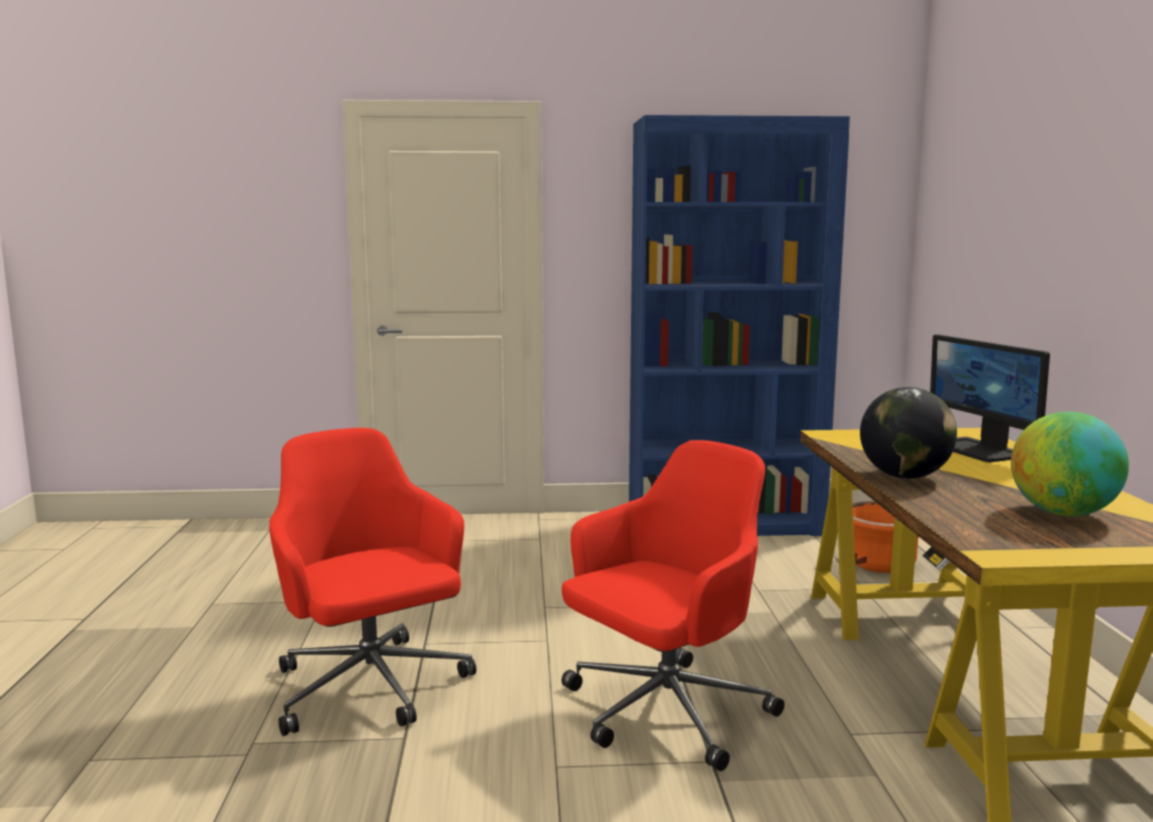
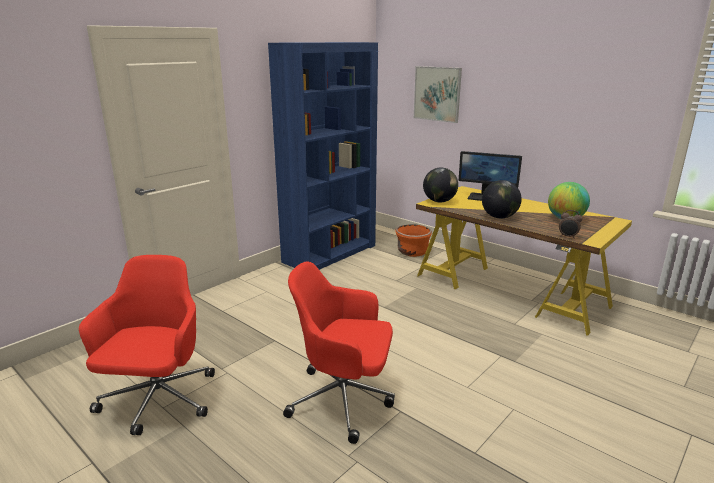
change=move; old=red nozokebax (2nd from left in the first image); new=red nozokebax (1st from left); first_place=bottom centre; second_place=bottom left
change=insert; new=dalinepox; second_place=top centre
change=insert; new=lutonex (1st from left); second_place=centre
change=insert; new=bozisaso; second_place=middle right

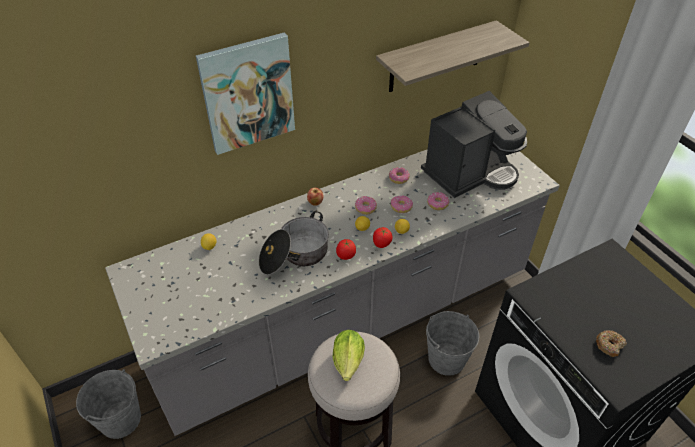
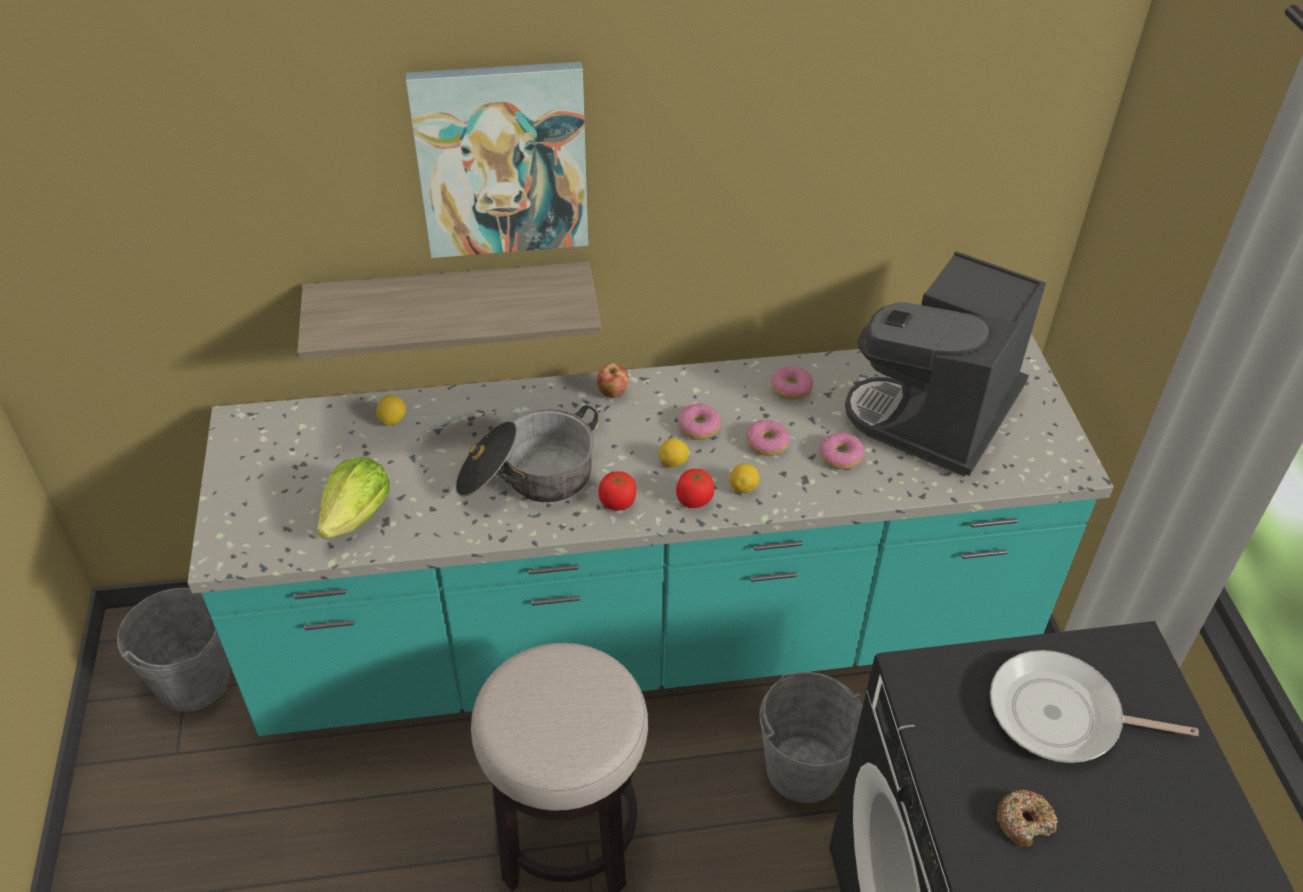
change=recolor; old=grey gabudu; new=turquoise gabudu; first_place=centre; second_place=centre
change=move; old=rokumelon; first_place=top centre; second_place=centre
change=move; old=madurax; first_place=bottom centre; second_place=middle left
change=rotate; old=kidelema; first_place=top right; second_place=middle right; degrees=135
change=insert; new=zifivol; second_place=bottom right

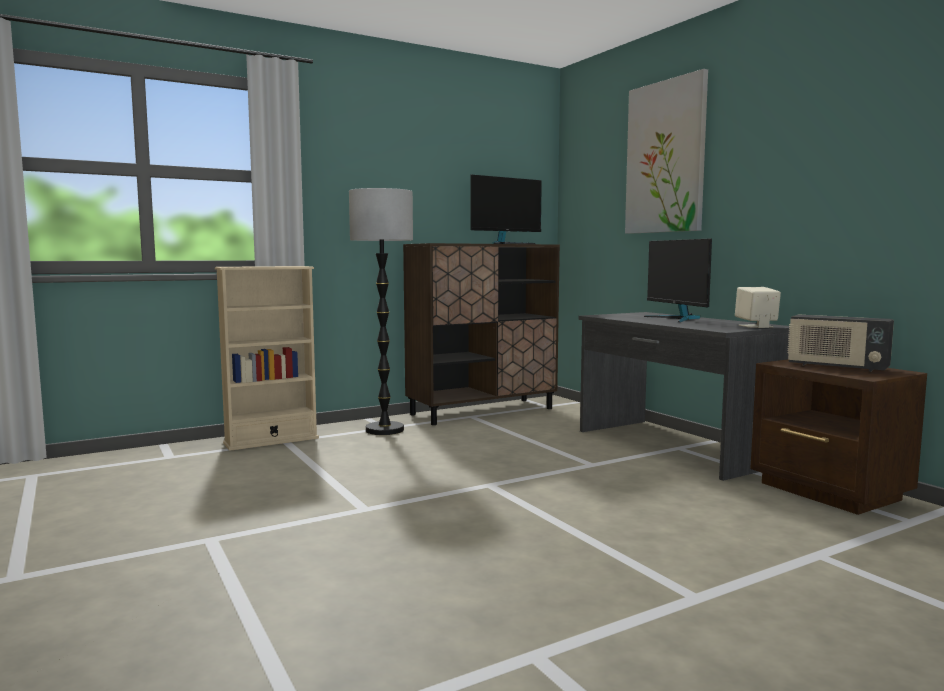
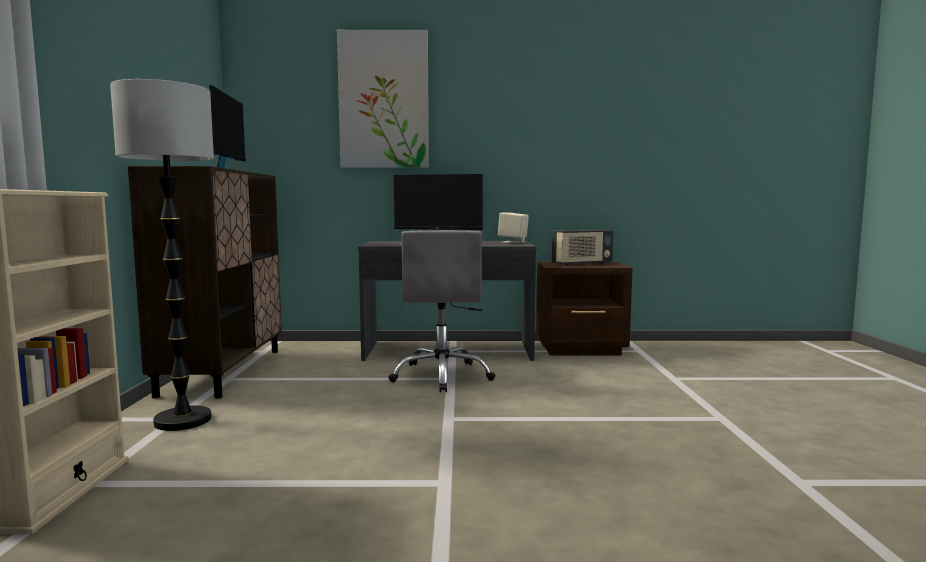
change=insert; new=grey nozokebax; second_place=centre

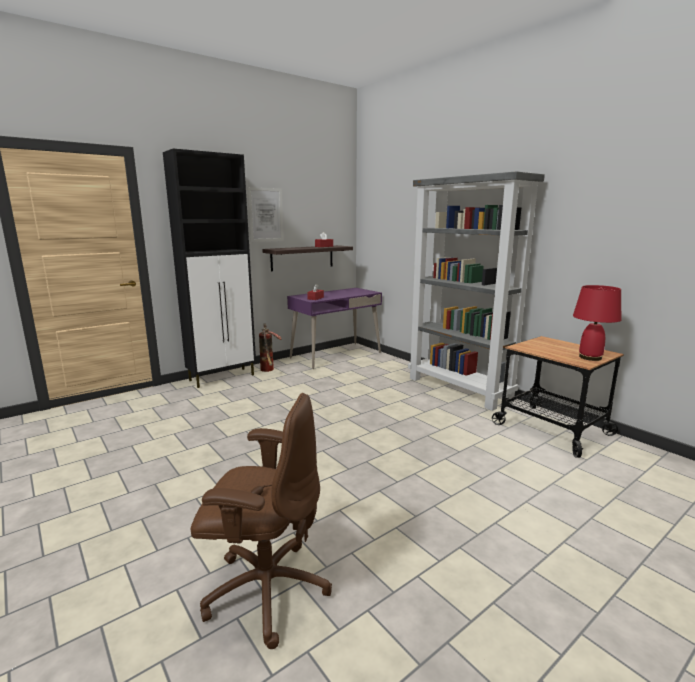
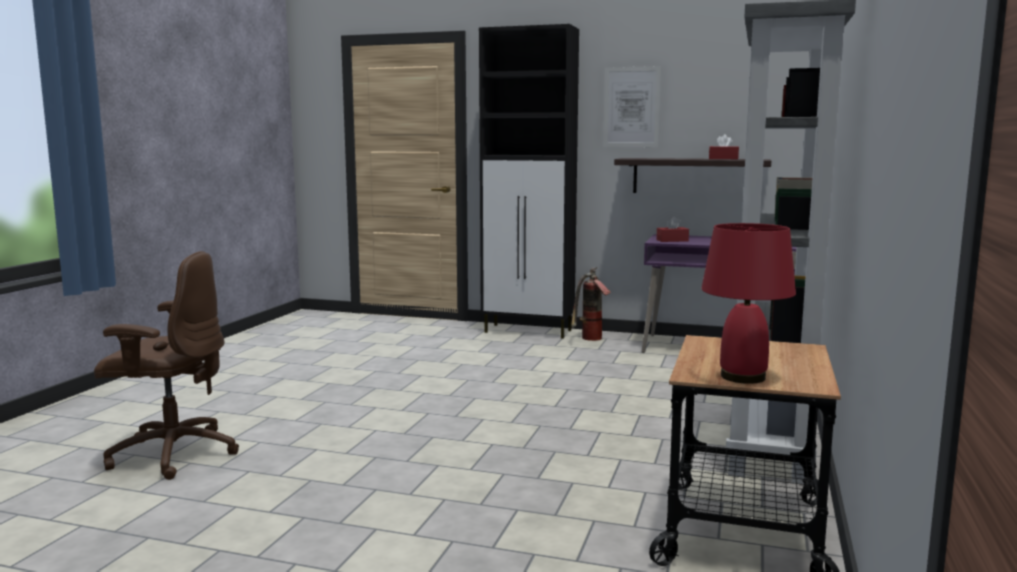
change=rotate; old=brown nozokebax; first_place=bottom centre; second_place=middle left; degrees=-60

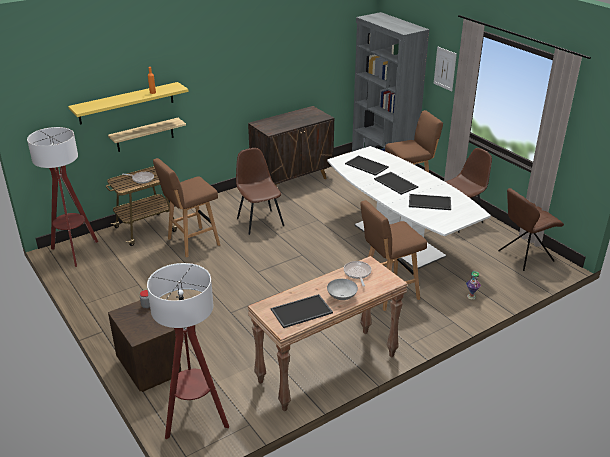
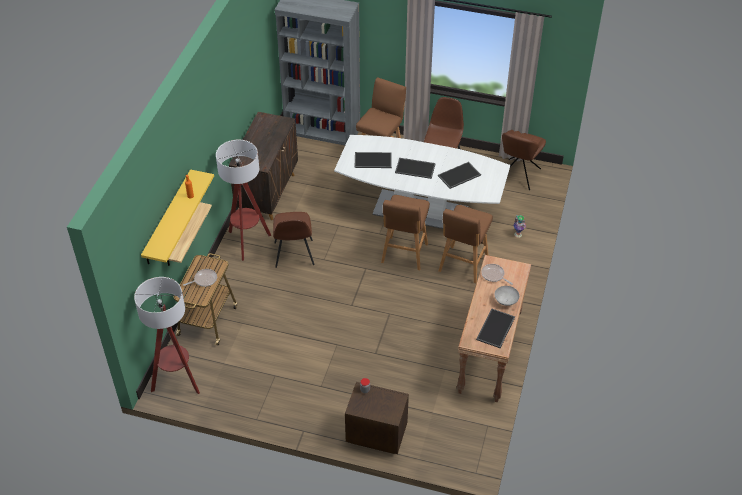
change=move; old=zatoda (2nd from left); first_place=bottom left; second_place=middle left
change=rotate; old=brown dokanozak (1st from left); first_place=centre; second_place=centre; degrees=-120
change=move; old=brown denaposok (1st from left in the first image); new=brown denaposok (2nd from left); first_place=middle left; second_place=centre
change=delete; old=dalinepox; first_place=top right

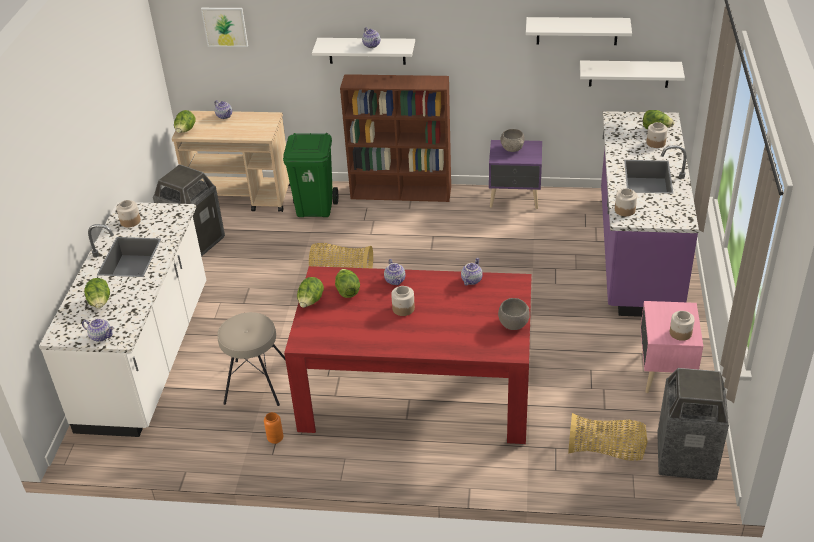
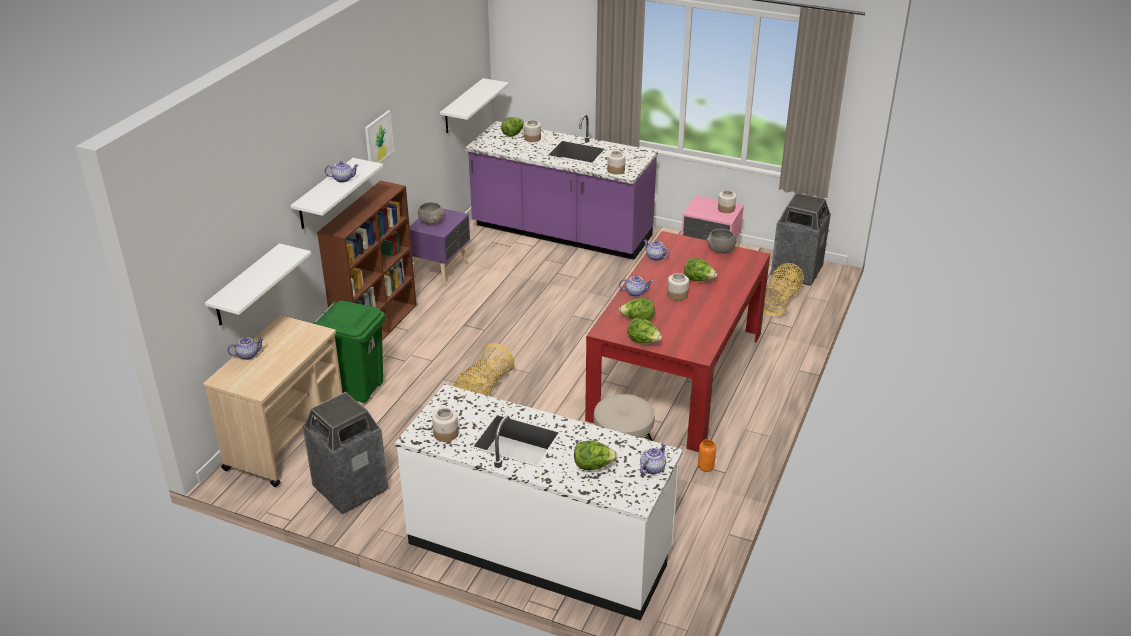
change=move; old=white rokumelon (2nd from left in the first image); new=white rokumelon (1st from left); first_place=top right; second_place=middle left
change=move; old=dalinepox; first_place=top left; second_place=top centre
change=move; old=madurax (2nd from left in the first image); new=madurax (5th from left); first_place=top left; second_place=centre

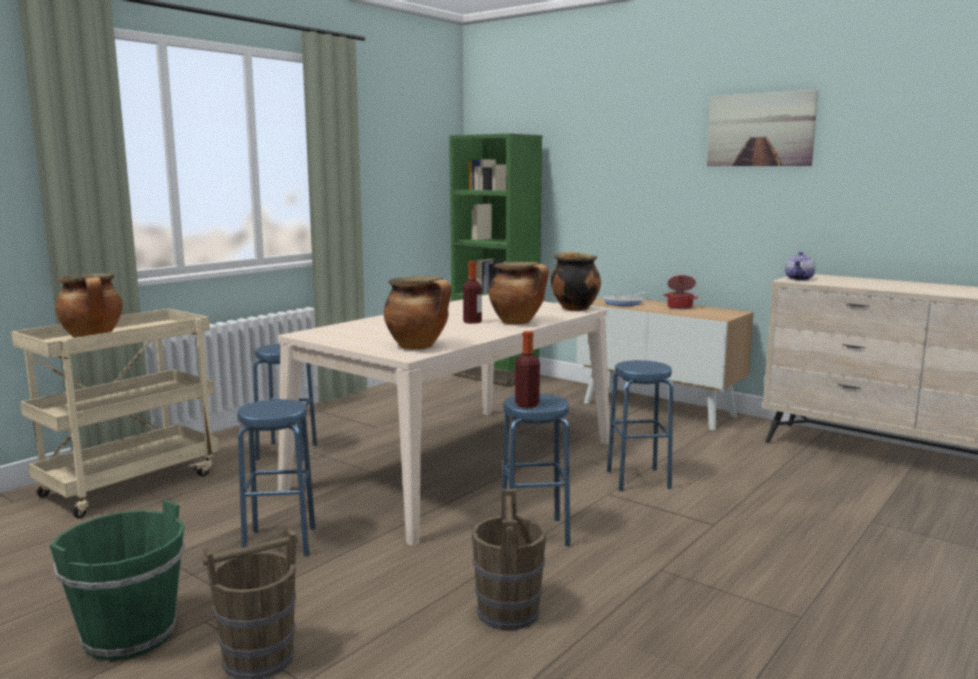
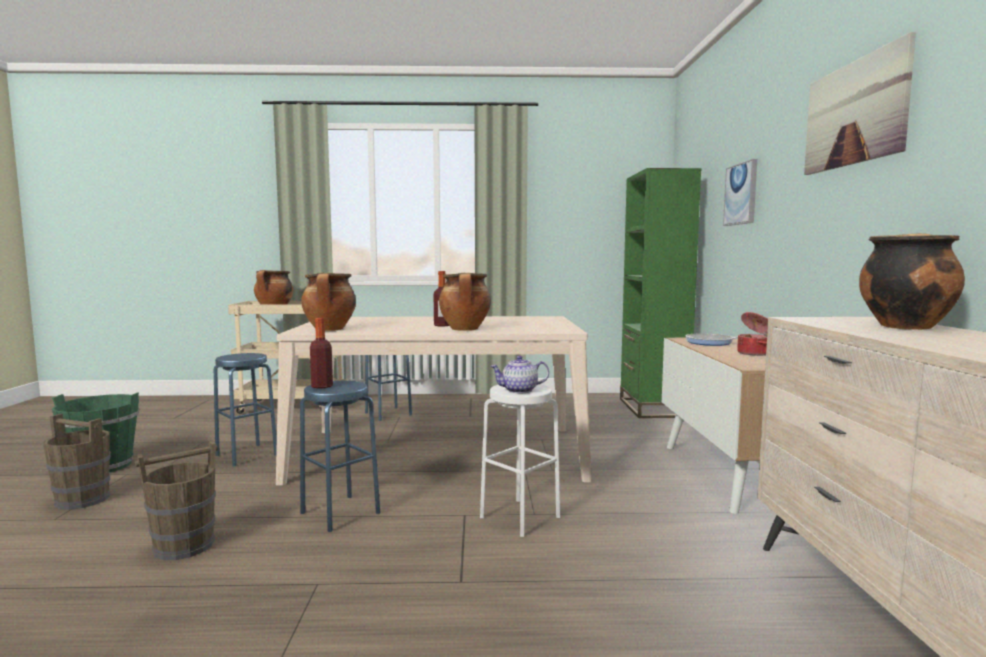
change=recolor; old=blue denaposok (4th from left); new=white denaposok; first_place=centre; second_place=bottom centre
change=move; old=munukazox; first_place=middle right; second_place=centre
change=insert; new=dalinepox (1st from left); second_place=top right
change=move; old=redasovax (4th from left in the first image); new=redasovax (5th from left); first_place=centre; second_place=middle right

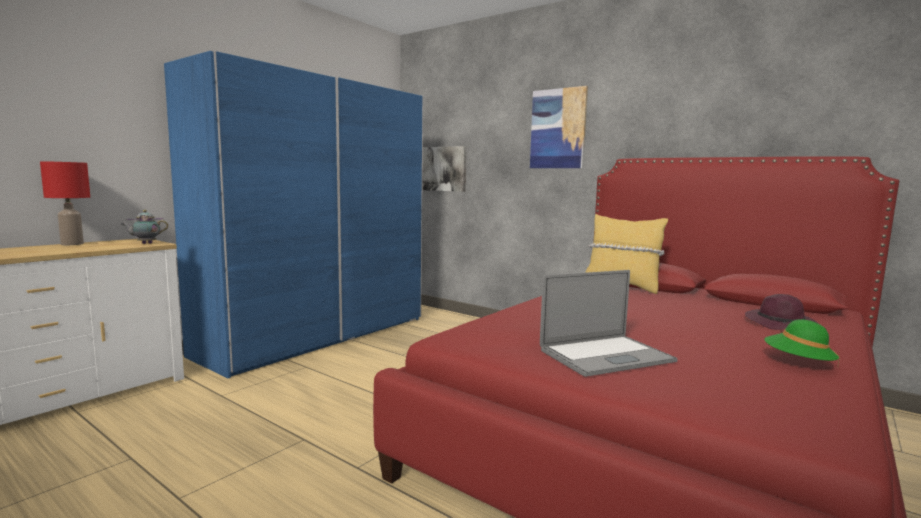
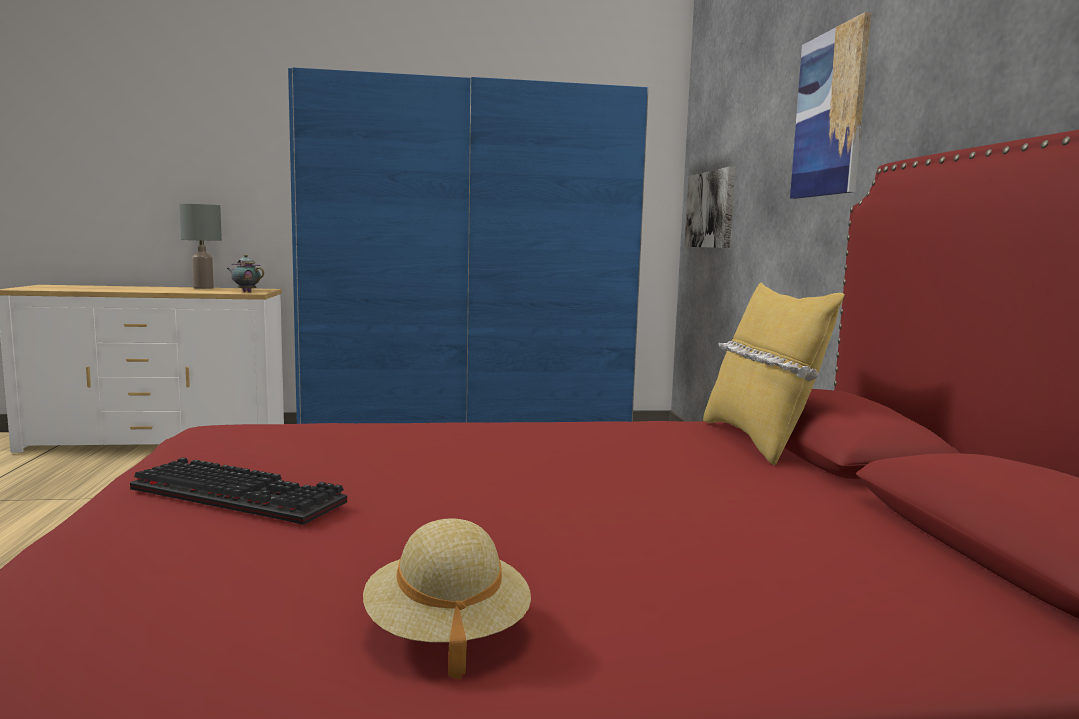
change=replace; old=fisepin; new=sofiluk; first_place=centre; second_place=bottom left
change=recolor; old=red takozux; new=grey takozux; first_place=middle left; second_place=middle left
change=recolor; old=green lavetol; new=beige lavetol; first_place=middle right; second_place=bottom centre
change=delete; old=purple lavetol; first_place=middle right

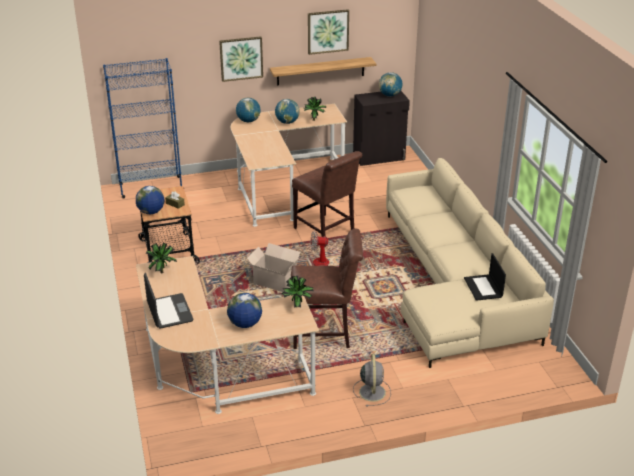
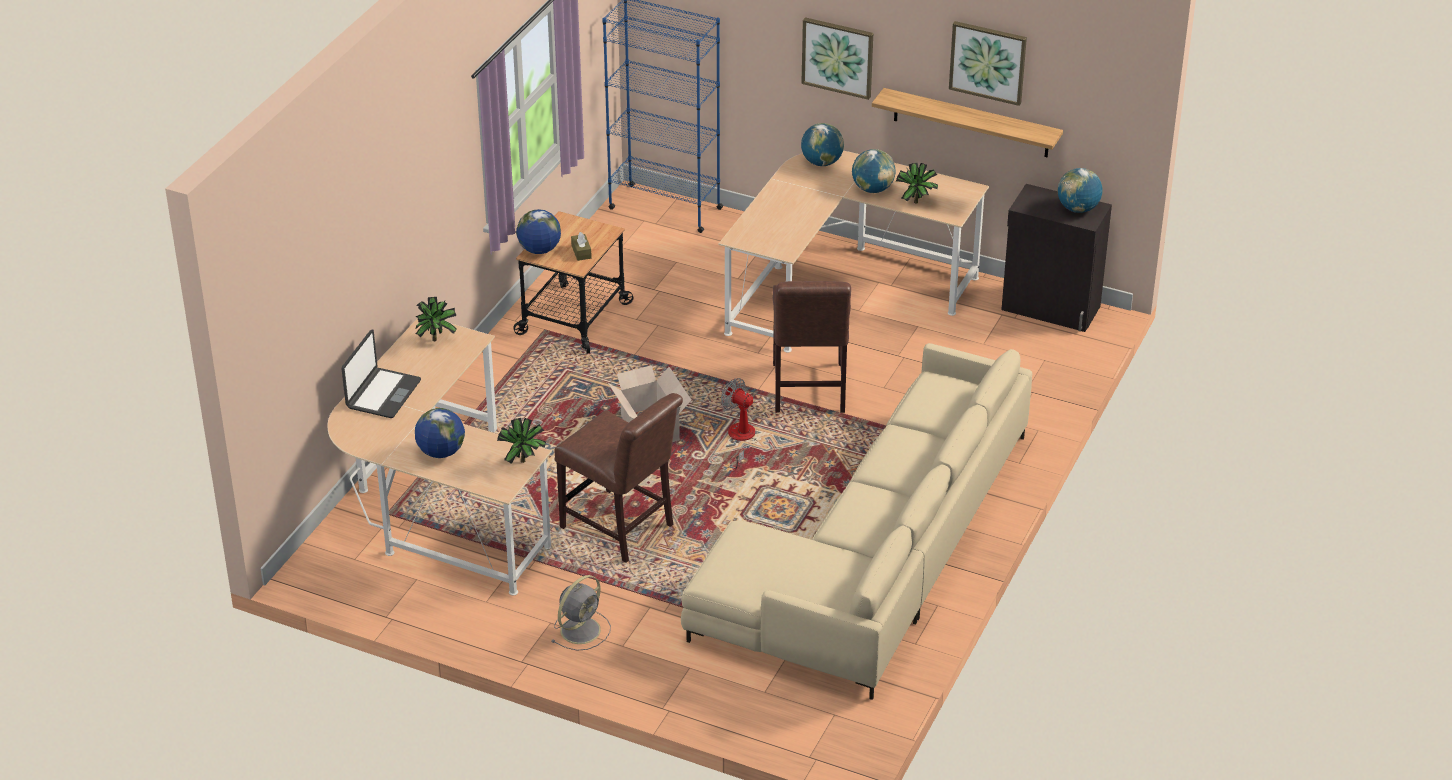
change=delete; old=fisepin (2nd from left); first_place=middle right

